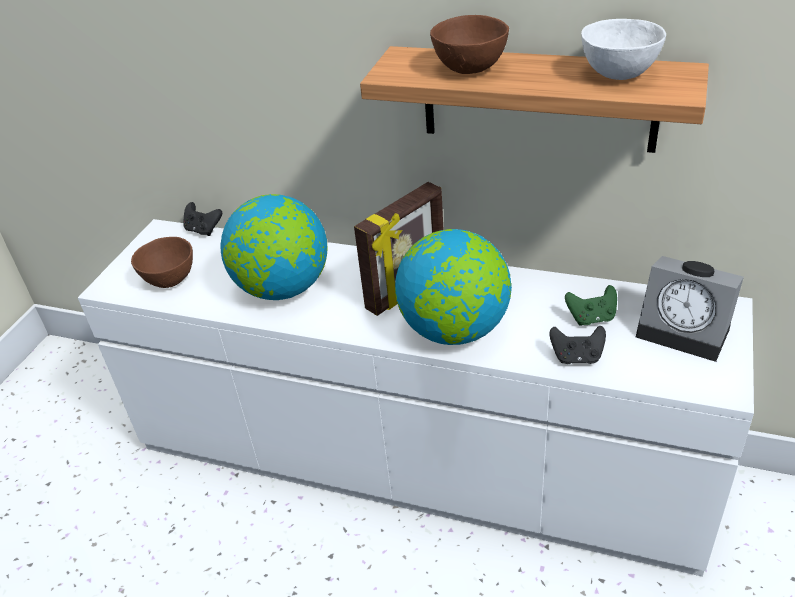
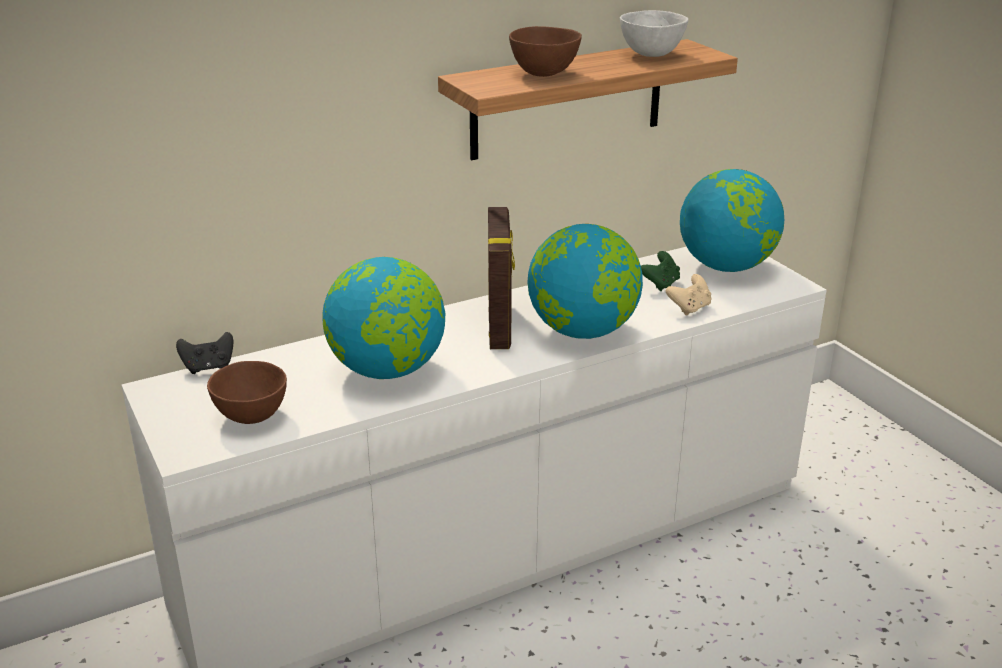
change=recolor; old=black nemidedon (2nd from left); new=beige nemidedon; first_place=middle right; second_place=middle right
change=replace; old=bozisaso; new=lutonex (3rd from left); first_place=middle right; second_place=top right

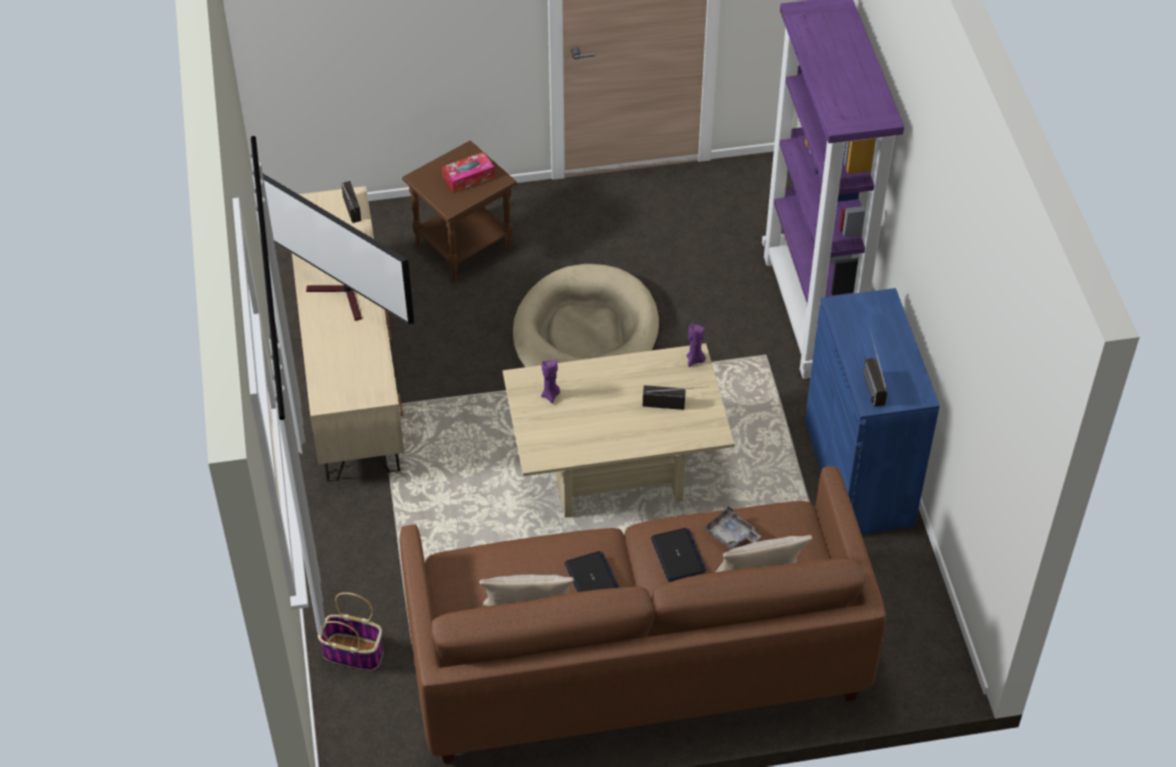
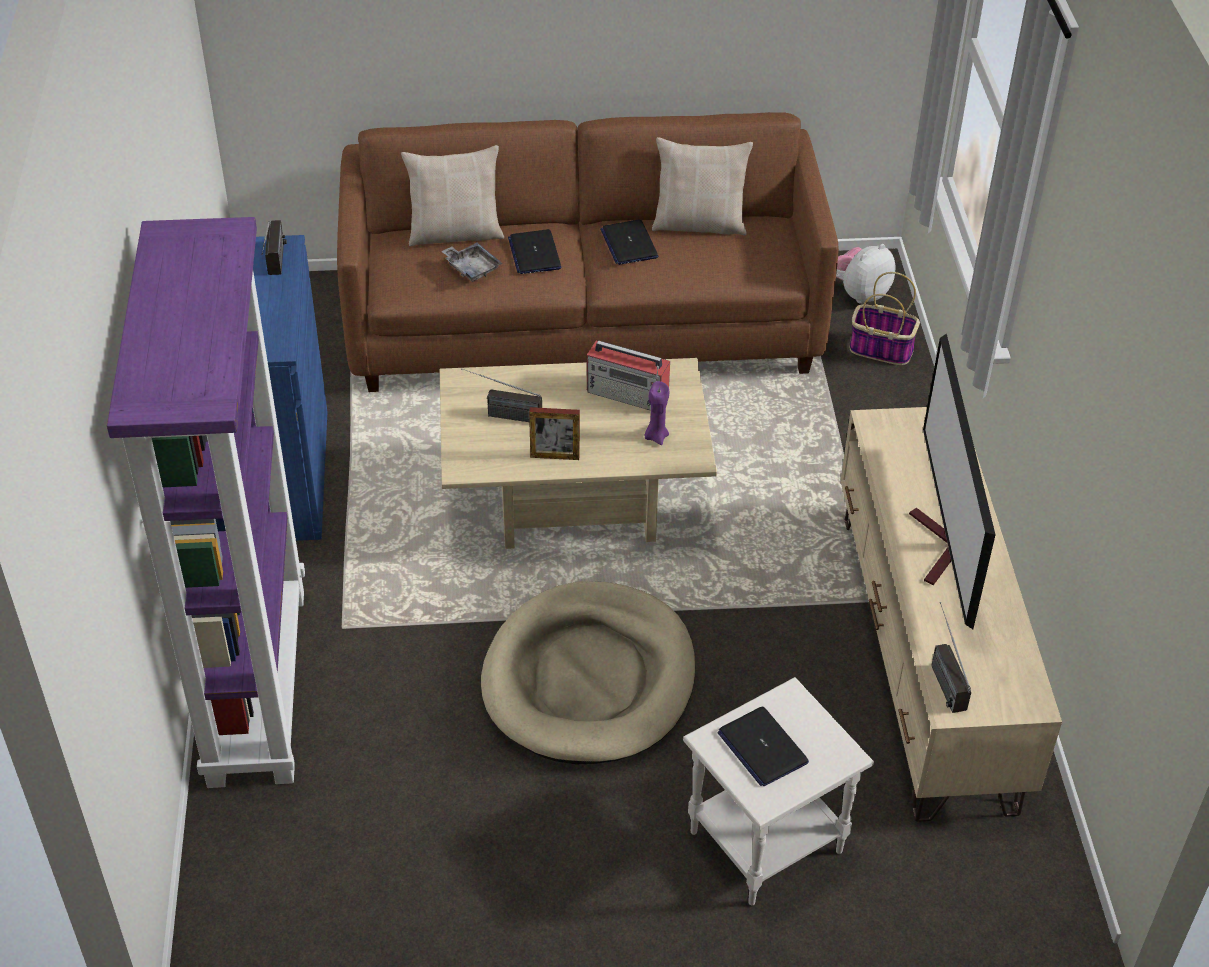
change=insert; new=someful; second_place=centre
change=insert; new=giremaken (3rd from left); second_place=centre
change=recolor; old=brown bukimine; new=white bukimine; first_place=top centre; second_place=bottom centre
change=replace; old=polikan; new=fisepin (3rd from left); first_place=top centre; second_place=bottom centre
change=insert; new=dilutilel; second_place=top right
change=rotate; old=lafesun; first_place=top left; second_place=middle right; degrees=-135
change=delete; old=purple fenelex (2nd from left); first_place=centre

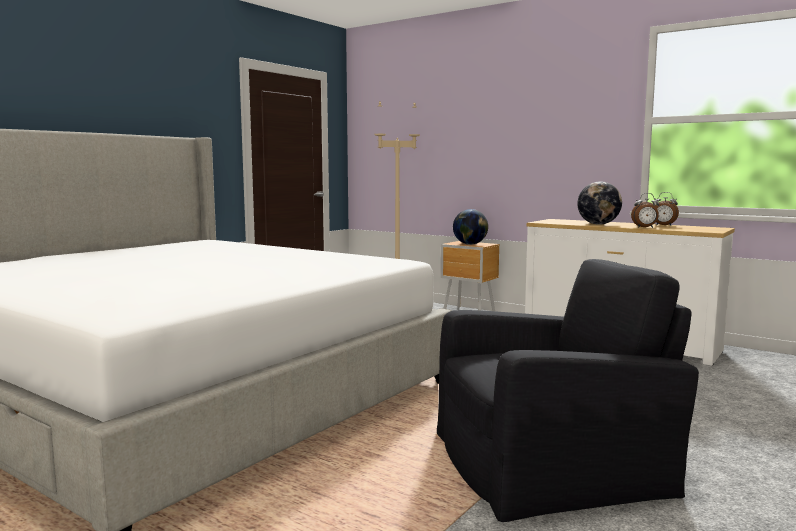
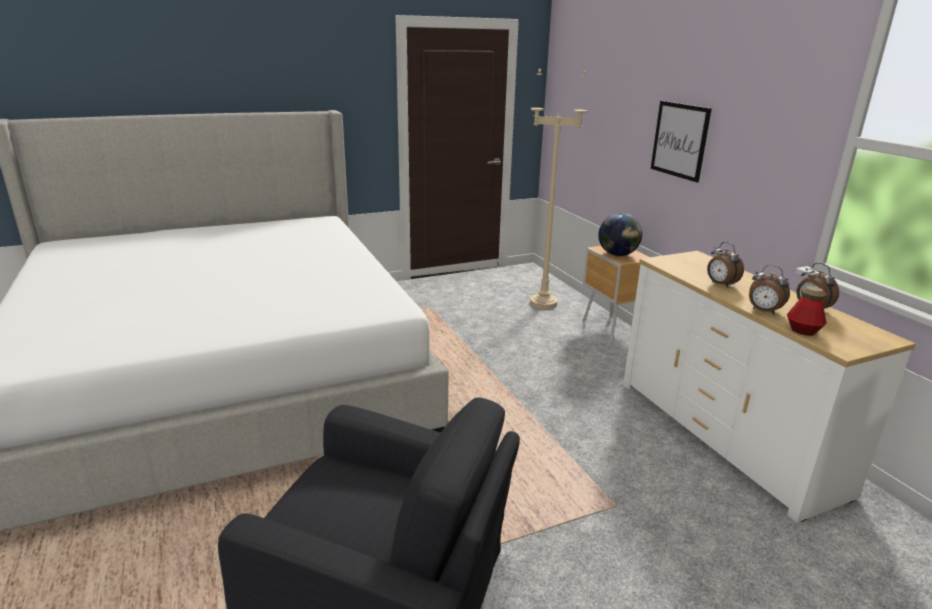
change=insert; new=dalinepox; second_place=top right
change=replace; old=lutonex (2nd from left); new=bozisaso (1st from left); first_place=middle right; second_place=middle right
change=insert; new=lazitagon; second_place=middle right

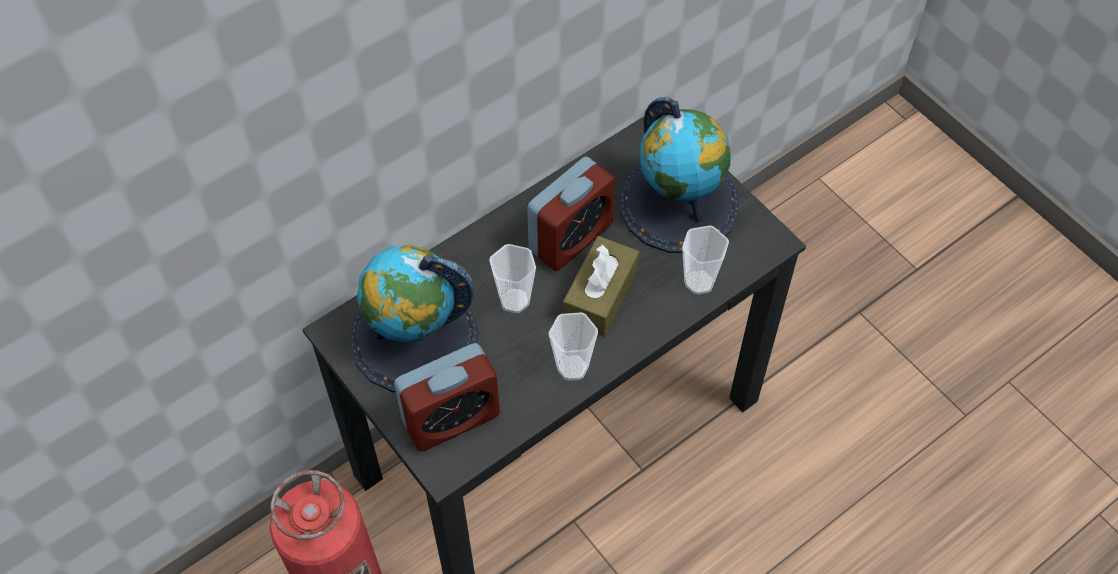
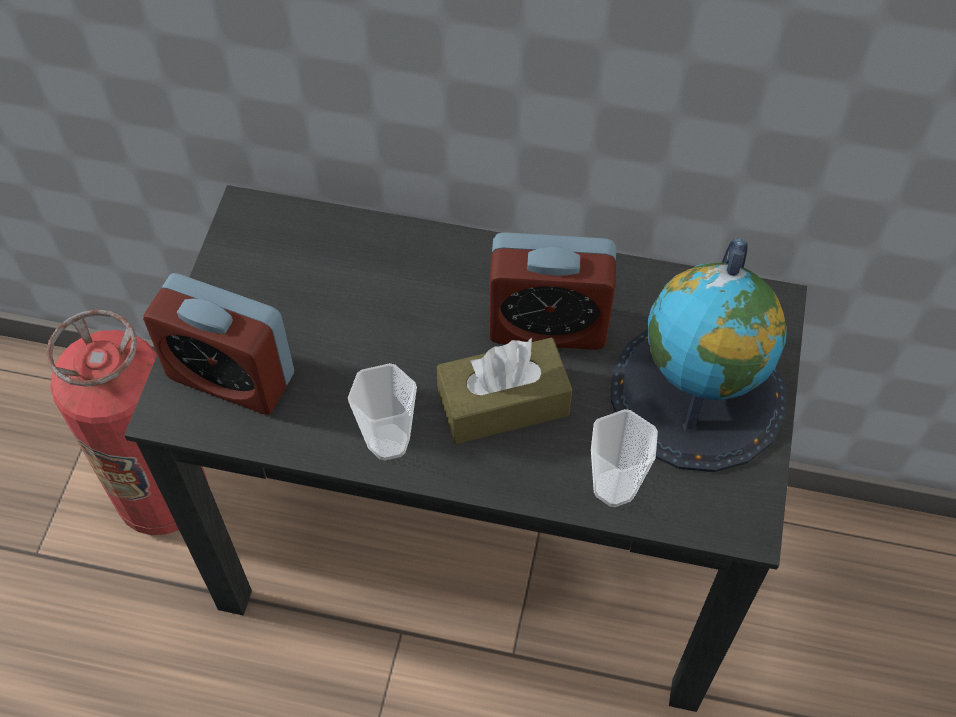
change=delete; old=lutonex (1st from left); first_place=centre
change=delete; old=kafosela (1st from left); first_place=centre

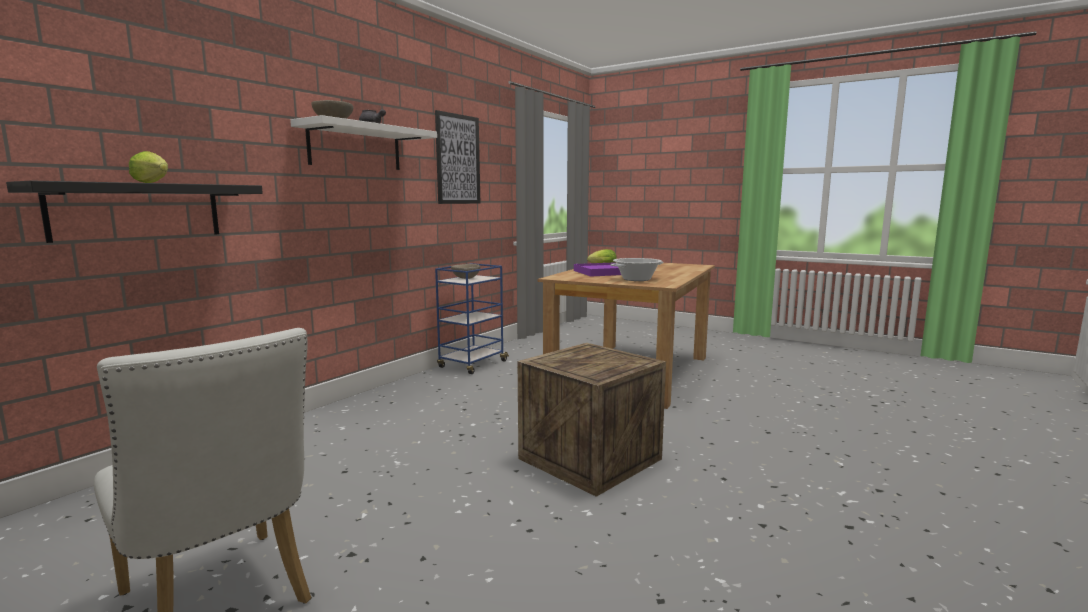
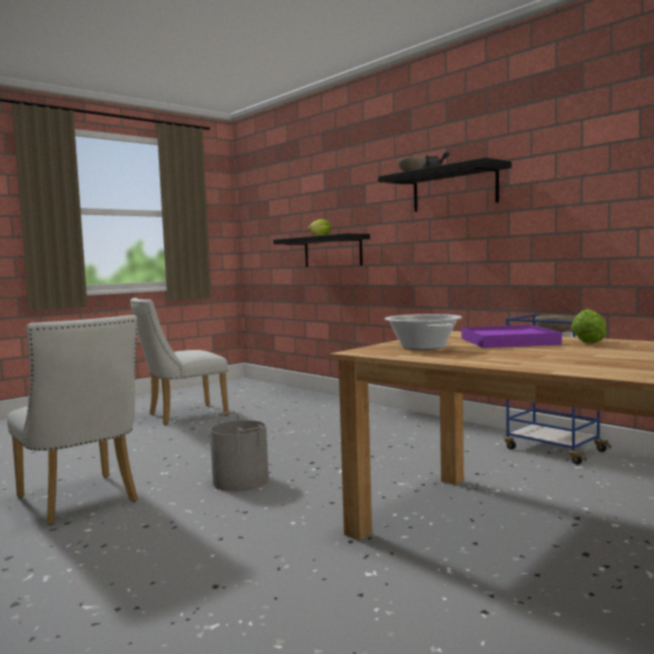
change=insert; new=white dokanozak (1st from left); second_place=middle left
change=replace; old=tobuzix; new=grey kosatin; first_place=bottom centre; second_place=bottom centre
change=recolor; old=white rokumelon; new=black rokumelon (2nd from left); first_place=top centre; second_place=top right
change=delete; old=dalinepox; first_place=top centre

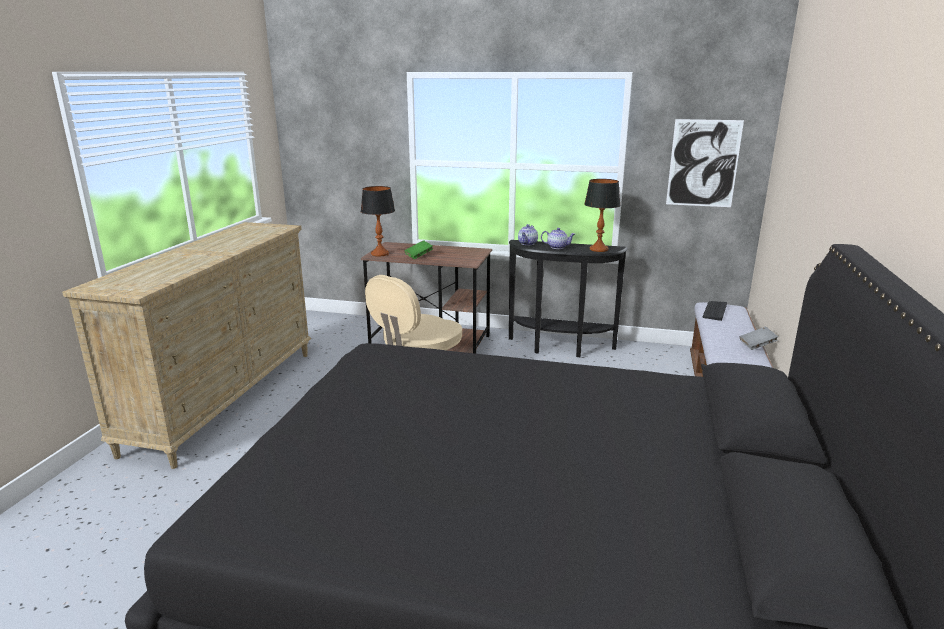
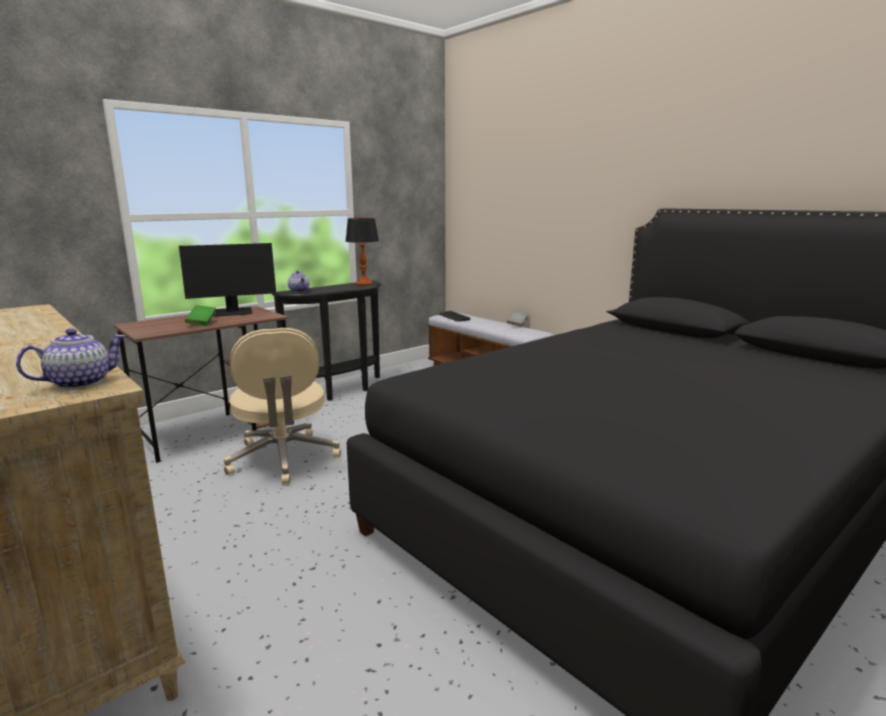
change=move; old=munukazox (2nd from left in the first image); new=munukazox (1st from left); first_place=centre; second_place=middle left
change=insert; new=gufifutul; second_place=middle left
change=delete; old=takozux (1st from left); first_place=centre
change=delete; old=dalinepox; first_place=top right

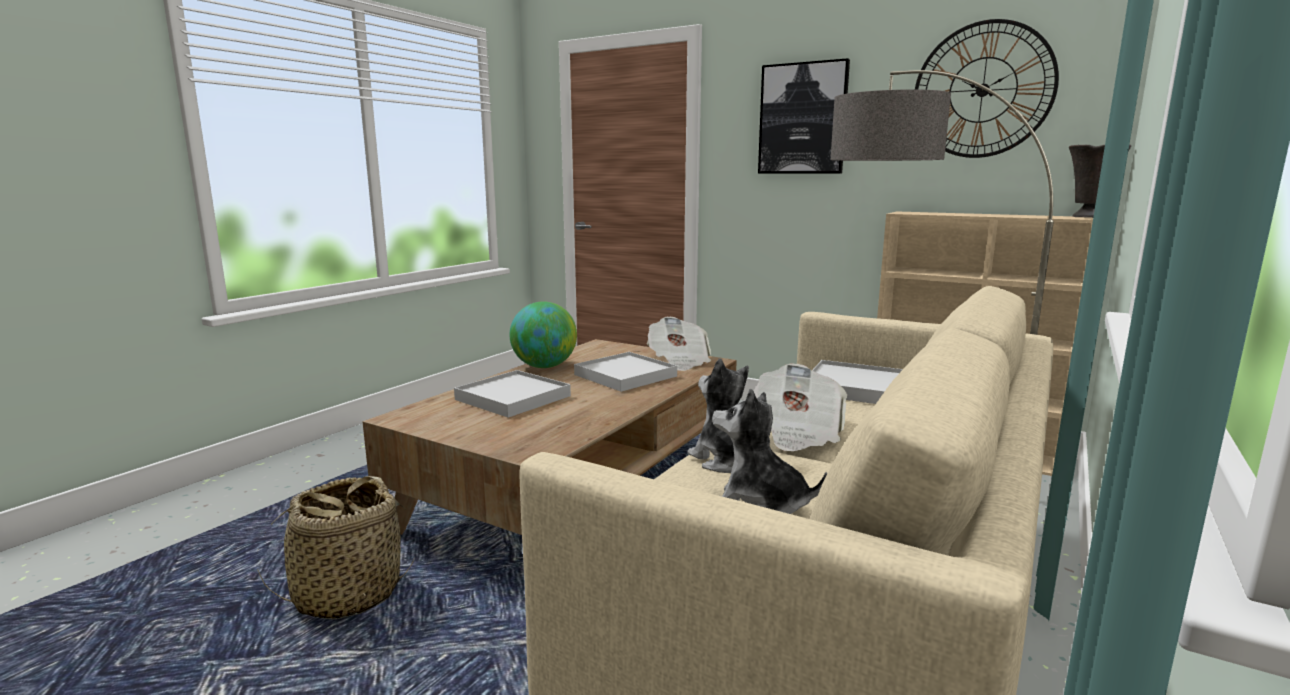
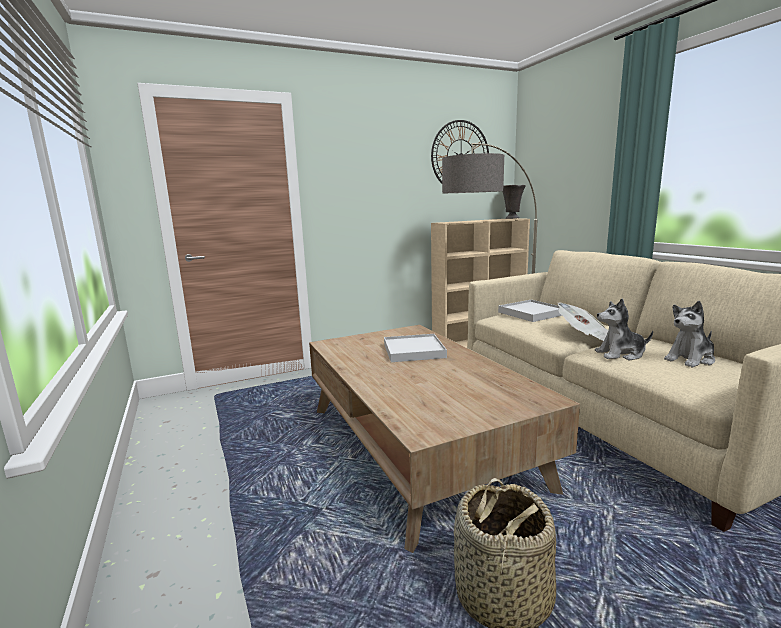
change=delete; old=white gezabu (1st from left); first_place=centre
change=delete; old=lutonex; first_place=centre
change=delete; old=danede (1st from left); first_place=centre
change=delete; old=dalinepox; first_place=top centre

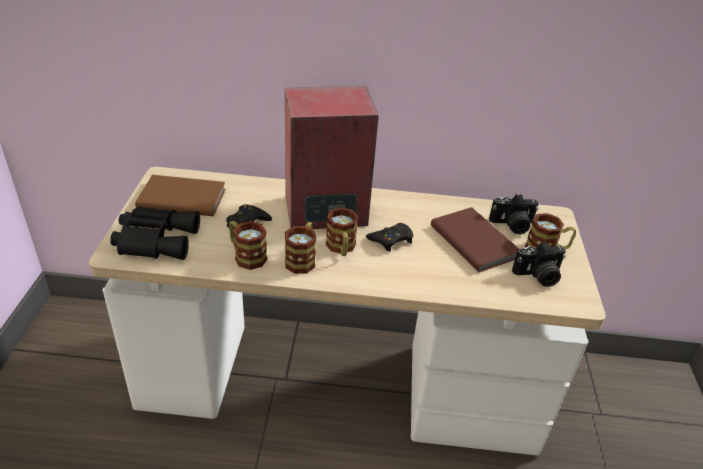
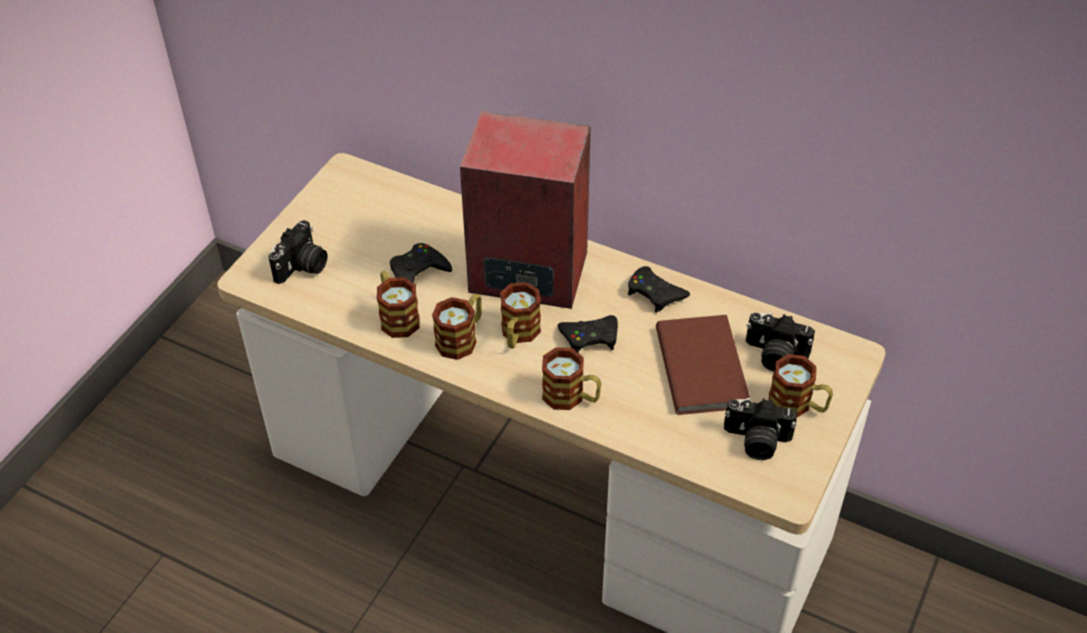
change=replace; old=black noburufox; new=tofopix (1st from left); first_place=middle left; second_place=middle left
change=insert; new=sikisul (4th from left); second_place=centre
change=insert; new=black nemidedon (3rd from left); second_place=centre
change=delete; old=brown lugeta (1st from left); first_place=middle left

